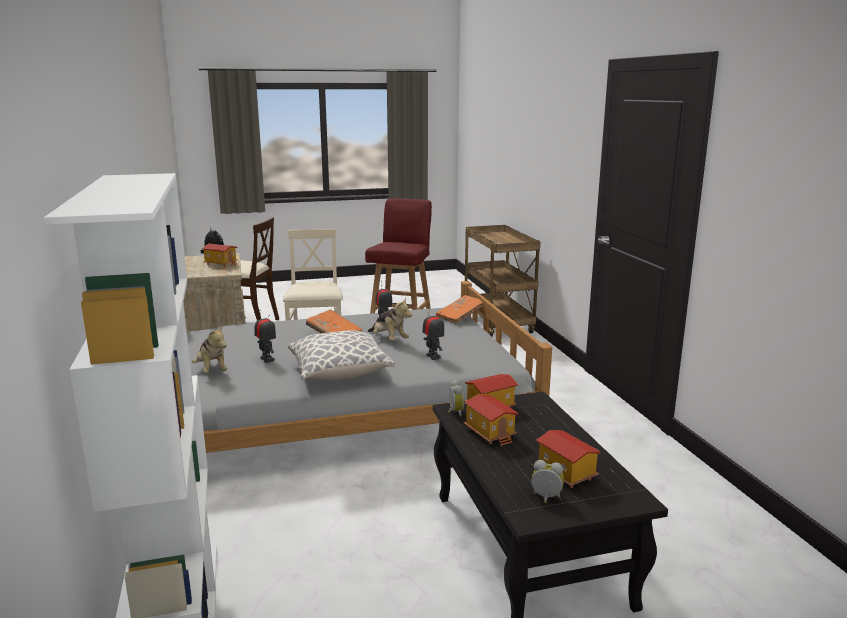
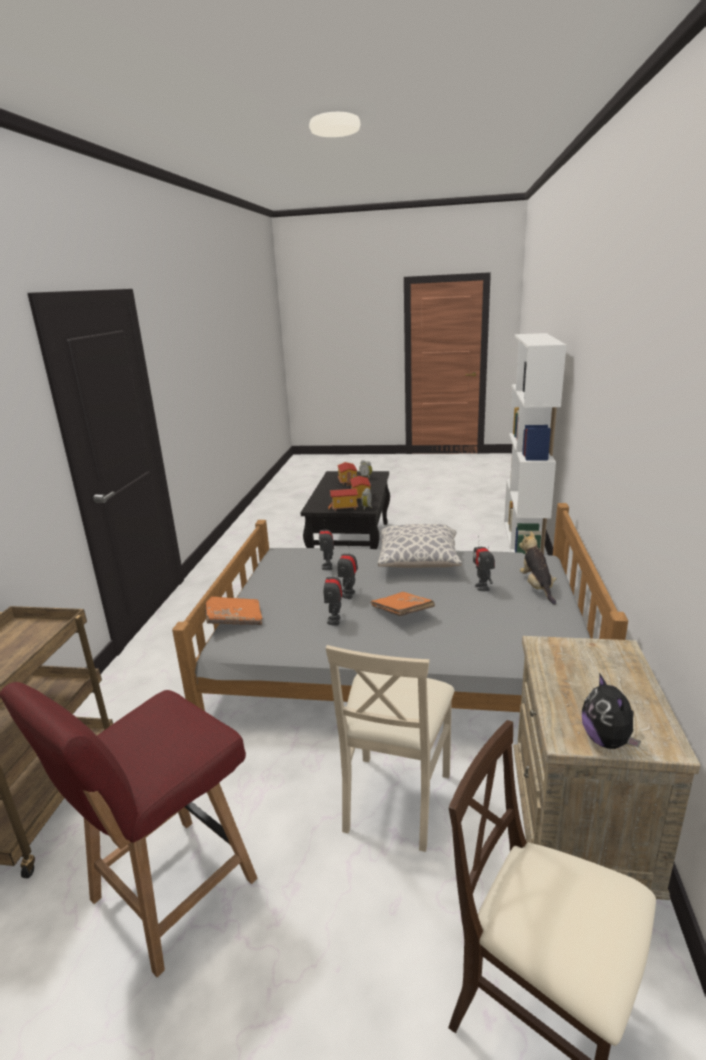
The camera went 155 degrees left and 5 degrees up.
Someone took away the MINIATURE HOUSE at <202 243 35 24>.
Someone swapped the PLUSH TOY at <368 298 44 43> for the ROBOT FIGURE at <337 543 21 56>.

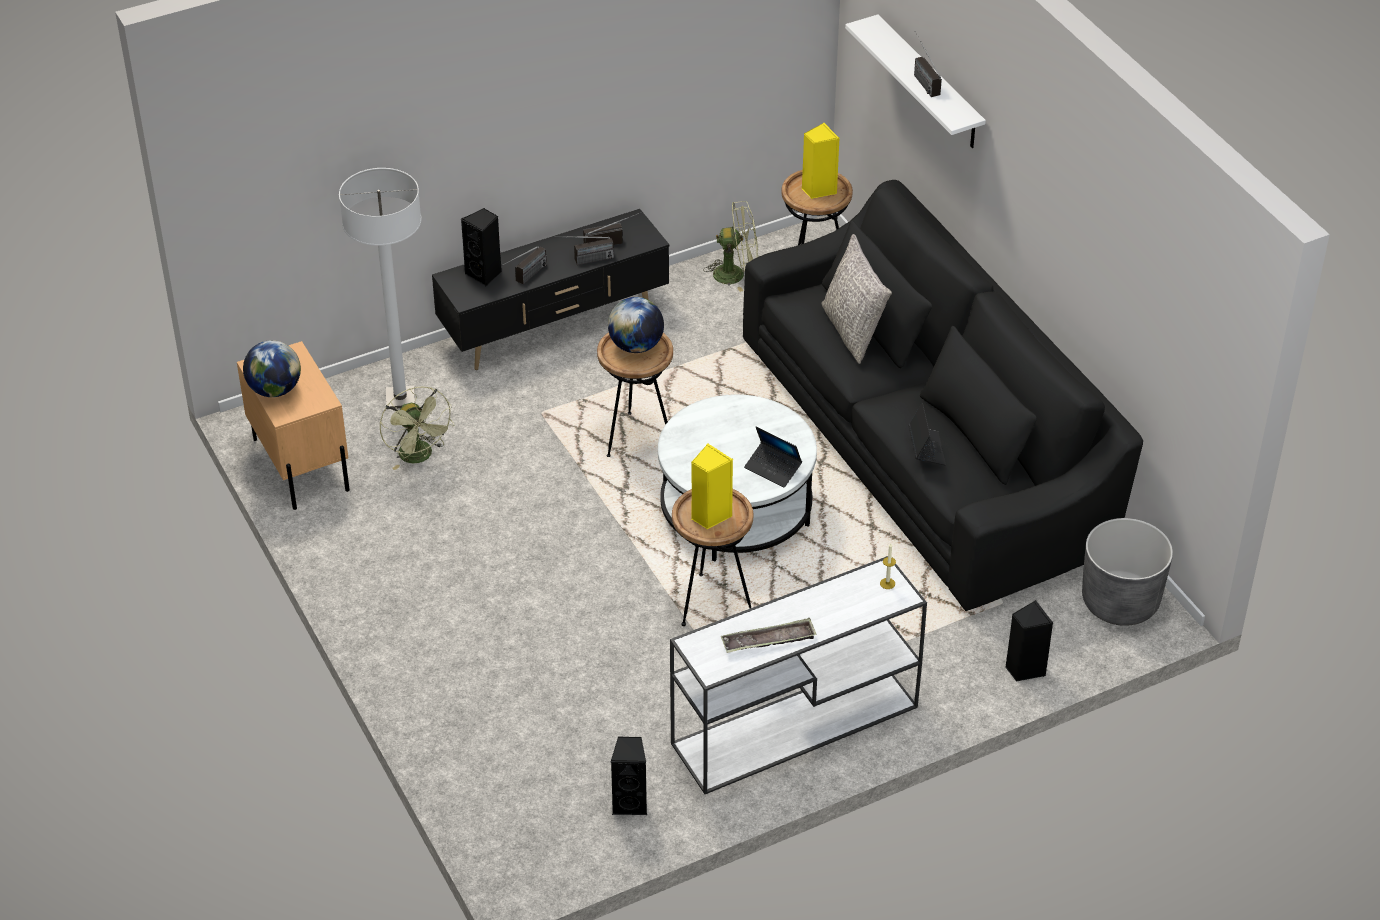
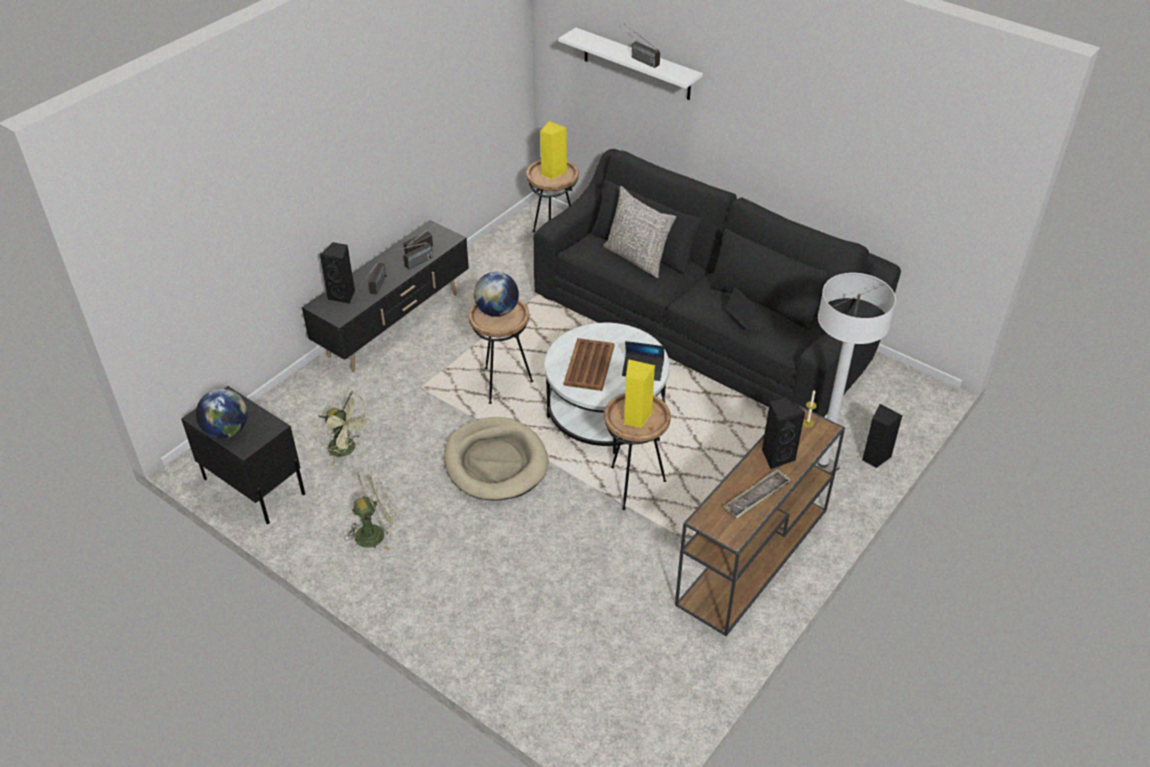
The camera went 25 degrees left and 0 degrees up.
Someone took away the GREY PLANTER at <1082 518 91 108>.
Someone put down the BEIGE DOG CUSHION at <444 417 105 84>.
Someone put down the BROWN SERVING TRAY at <564 338 51 53>.
Someone carried the WHITE STANDARD LAMP from <339 168 83 241> to <815 273 81 200>.
Someone carried the BLACKISH AUDIO SPEAKER from <611 736 36 79> to <762 396 43 73>.
Someone carried the GREEN-COLOURED ELECTRIC FAN from <703 201 55 91> to <345 469 53 82>.
Someone repainted the BEIGE NIGHT TABLE at <237 341 113 169>, which became the BLACKISH NIGHT TABLE at <181 386 124 138>.
Someone repainted the WHITE NARROW TABLE at <670 556 257 238>, which became the BROWN NARROW TABLE at <675 402 170 234>.

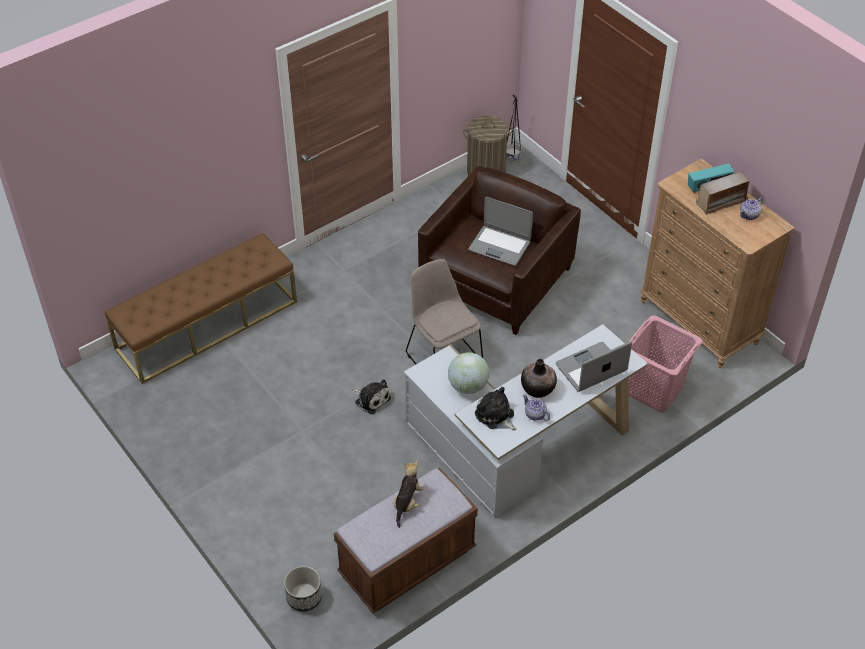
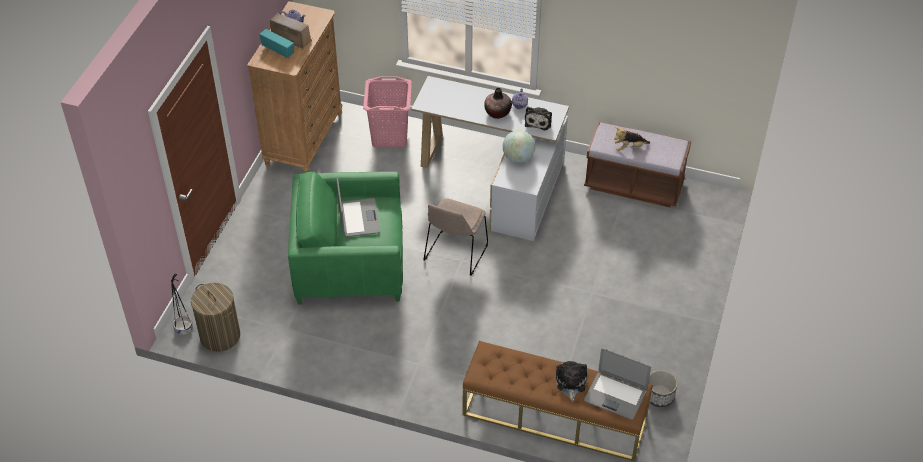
The camera went 125 degrees left and 0 degrees up.
Someone carried the PLANTER from <284 566 38 45> to <648 370 29 37>.
Someone carried the PLUSH TOY from <352 379 39 35> to <556 361 31 41>.
Someone carried the NOTEBOOK COMPUTER from <556 341 76 51> to <584 348 67 72>.
Someone repainted the BROWN EASY CHAIR at <418 166 163 169>, which became the GREEN-COLOURED EASY CHAIR at <288 171 115 134>.

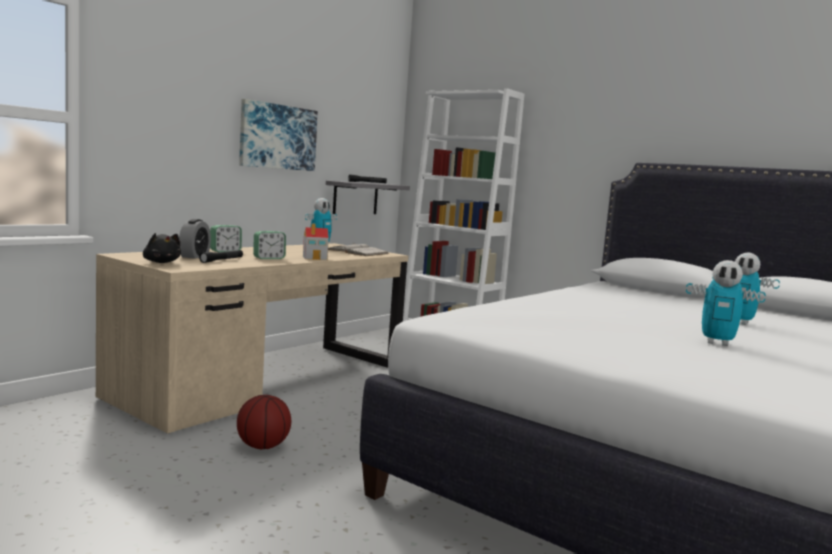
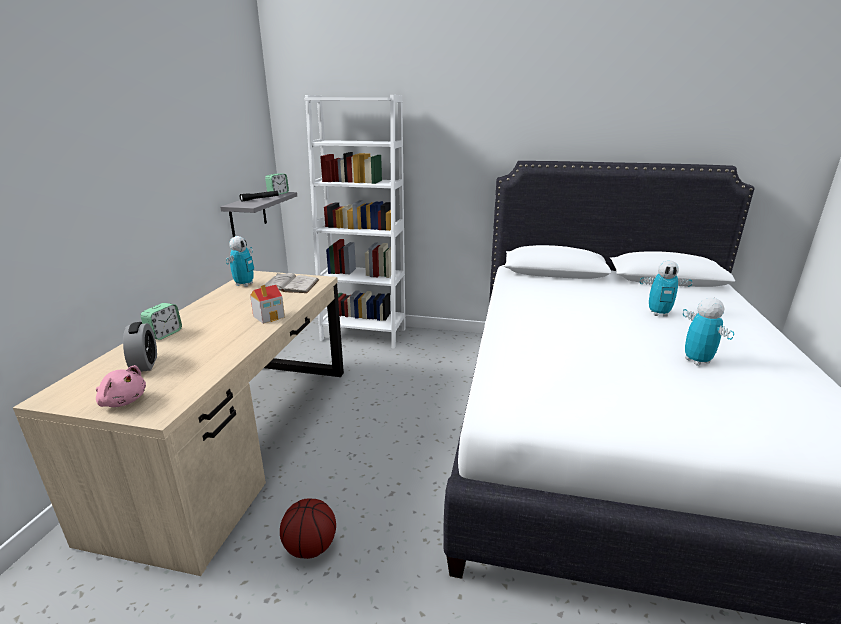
The camera went 25 degrees left and 15 degrees up.
Someone took away the BLACKISH FLASHLIGHT at <199 250 44 13>.
Someone took away the WALL PICTURE at <239 99 79 72>.
Someone carried the TABLE CLOCK from <253 231 33 28> to <265 173 24 22>.
Someone repainted the BLACKISH PLUSH TOY at <143 233 38 30>, which became the PINKISH PLUSH TOY at <96 365 50 42>.
Someone rotated the ROBOT FIGURE at <686 260 80 86> by 105 degrees counterclockwise.

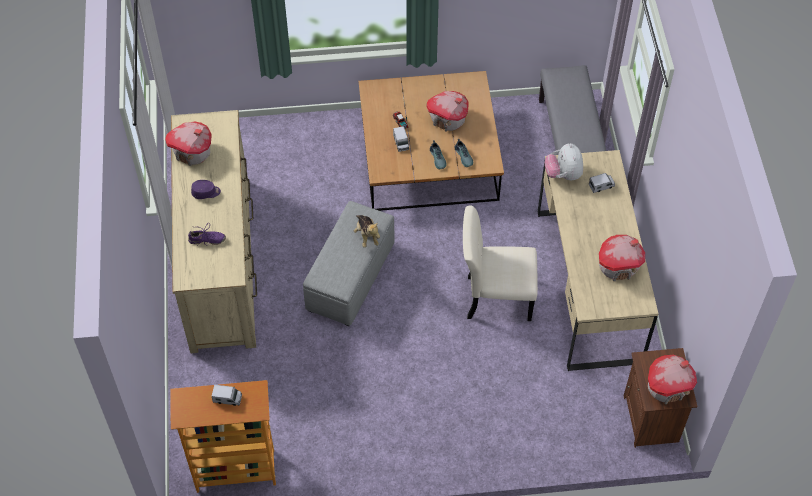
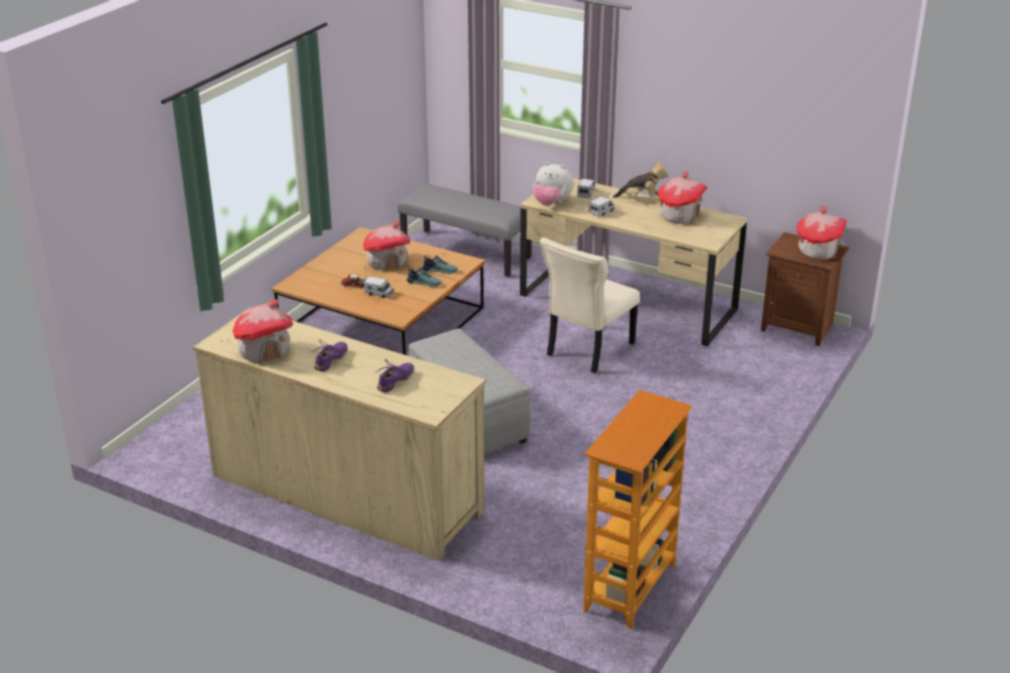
The camera went 55 degrees left and 25 degrees down.
Someone carried the MODEL TRUCK from <212 385 30 21> to <589 196 26 21>.
Someone carried the PLUSH TOY from <354 215 26 33> to <613 162 55 38>.
Someone swapped the PURPLE-COLOURED PEAKED CAP at <191 180 30 19> for the PURPLE-COLOURED LOW SHOE at <312 339 36 33>.

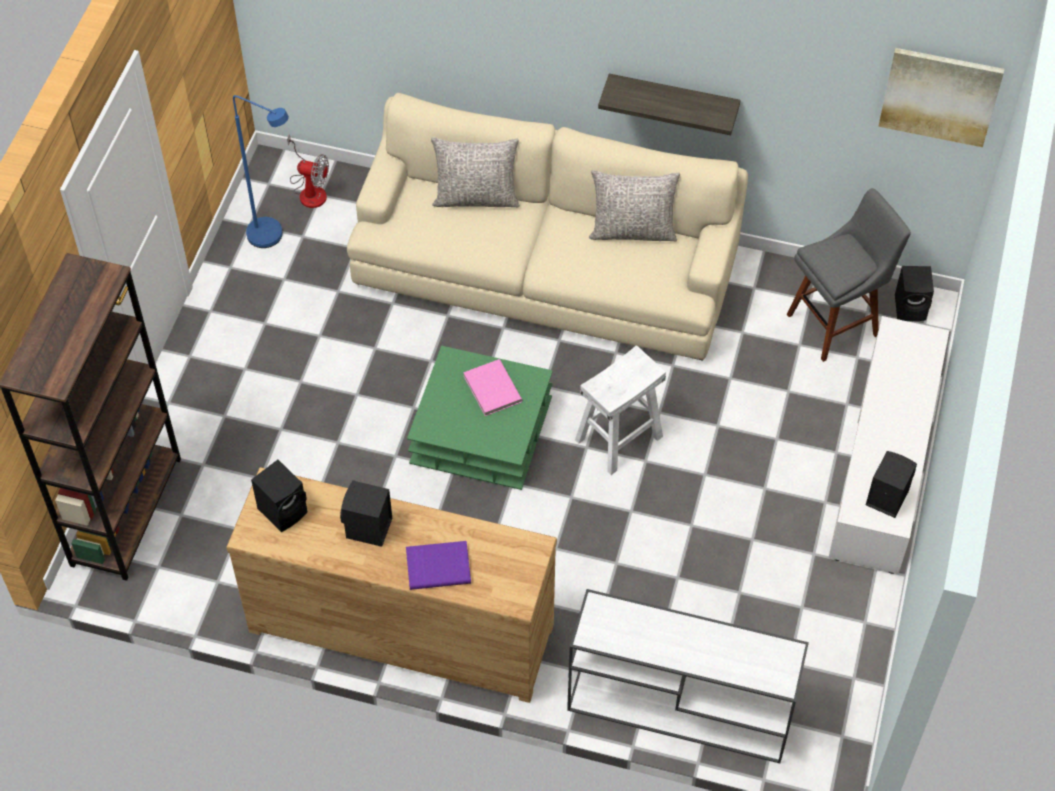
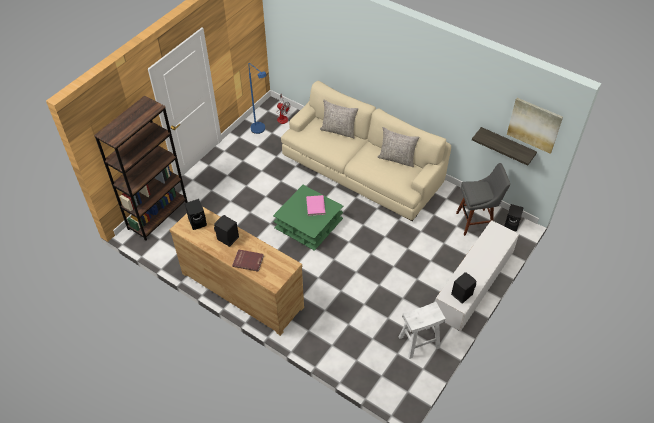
The camera went 20 degrees right and 5 degrees down.
Someone took away the WHITE NARROW TABLE at <567 589 242 174>.
Someone carried the WHITE STOOL SEAT from <575 345 91 130> to <399 302 47 57>.
Someone carried the BRACKET SHELF from <598 74 143 61> to <472 127 65 39>.
Someone repainted the PURPLE-COLOURED BOUND BOOK at <406 541 65 49>, which became the REDDISH BOUND BOOK at <232 249 32 23>.

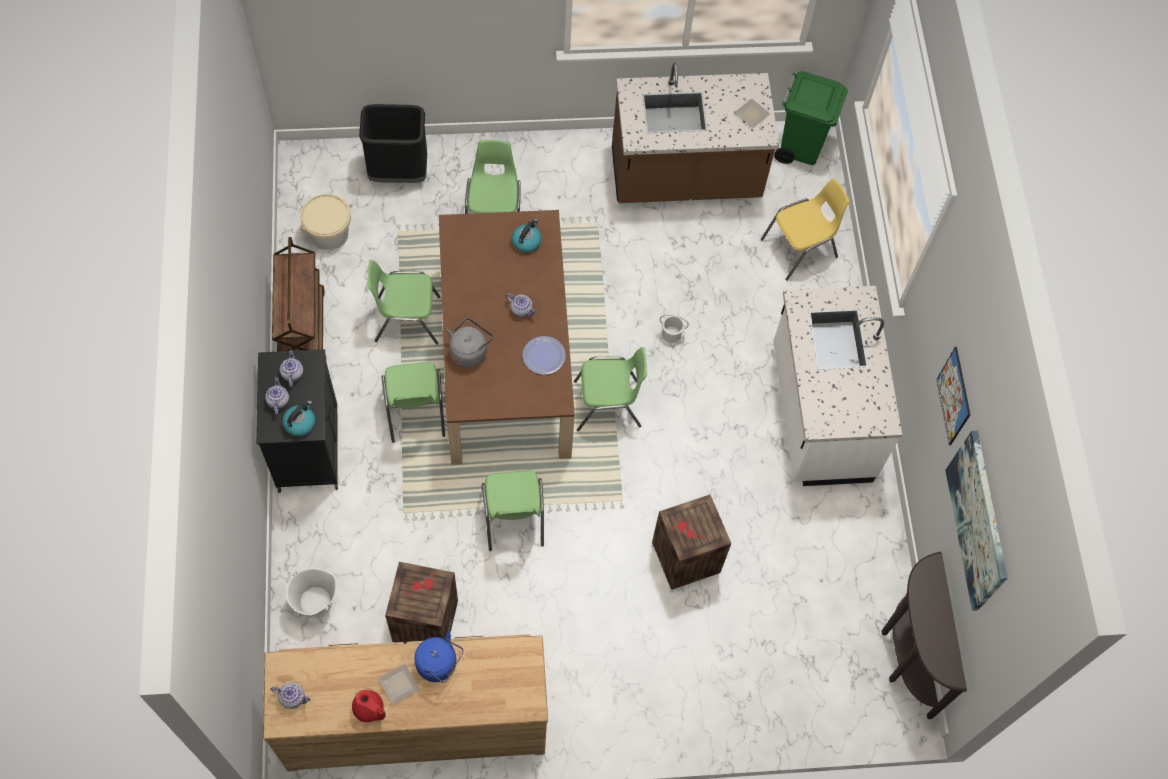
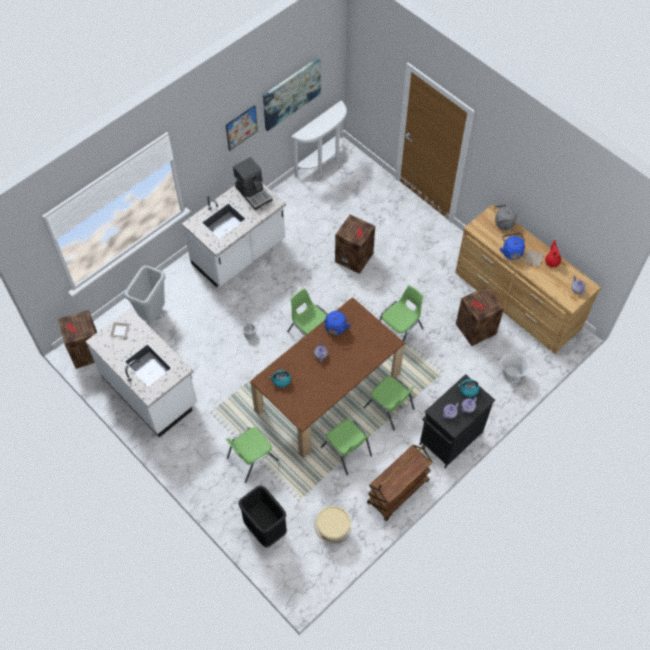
The camera went 125 degrees left and 5 degrees down.
Someone put down the COFFEE BREWER at <233 157 40 53>.
Someone carried the GREY TEA KETTLE from <447 318 46 50> to <495 205 22 25>.
Someone swapped the FLAT DISH at <523 336 43 39> for the BLUISH TEA KETTLE at <323 311 28 24>.
Someone swapped the YELLOW UPRIGHT CHAIR at <761 178 89 103> for the GREY RUBBISH BIN at <124 266 41 56>.
Someone swapped the GREEN-COLOURED RUBBISH BIN at <774 71 74 94> for the CRATE at <58 310 39 59>.
Someone repainted the BROWN KITCHEN BASE UNIT at <612 63 167 140>, which became the WHITE KITCHEN BASE UNIT at <86 308 111 129>.
Someone repainted the BROWN NARROW TABLE at <881 551 86 168>, which became the WHITE NARROW TABLE at <291 100 56 77>.
Someone rotated the GREEN-COLOURED UPRIGHT CHAIR at <382 362 63 81> by 90 degrees clockwise.

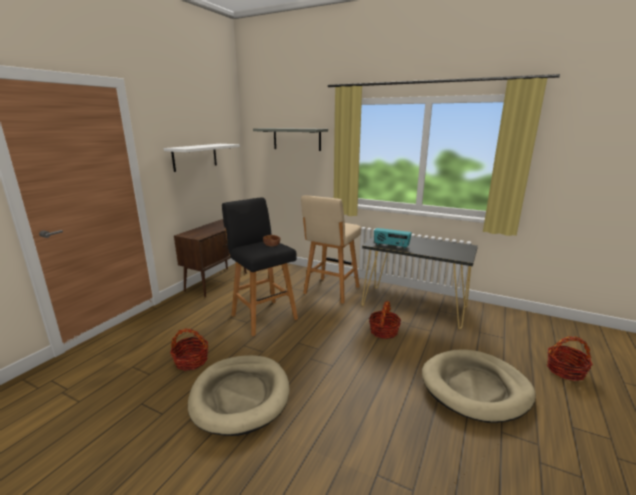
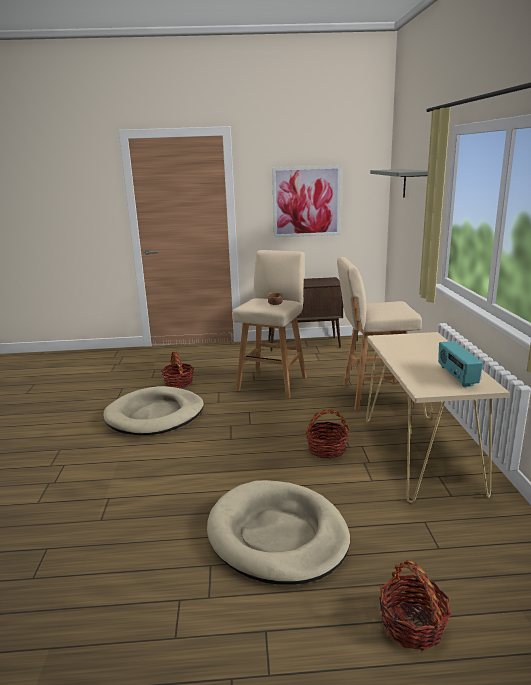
The camera went 60 degrees right and 0 degrees up.
Someone carried the RADIO SET from <374 228 38 21> to <438 341 45 46>.
Someone swapped the WHITE BRACKET SHELF at <163 144 77 28> for the WALL PICTURE at <272 165 69 73>.
Someone repainted the BLACKISH STOOL SEAT at <222 198 76 138>, which became the BEIGE STOOL SEAT at <232 250 75 149>.
Someone repainted the BLACKISH NARROW TABLE at <362 236 116 93>, which became the BEIGE NARROW TABLE at <366 332 144 171>.

